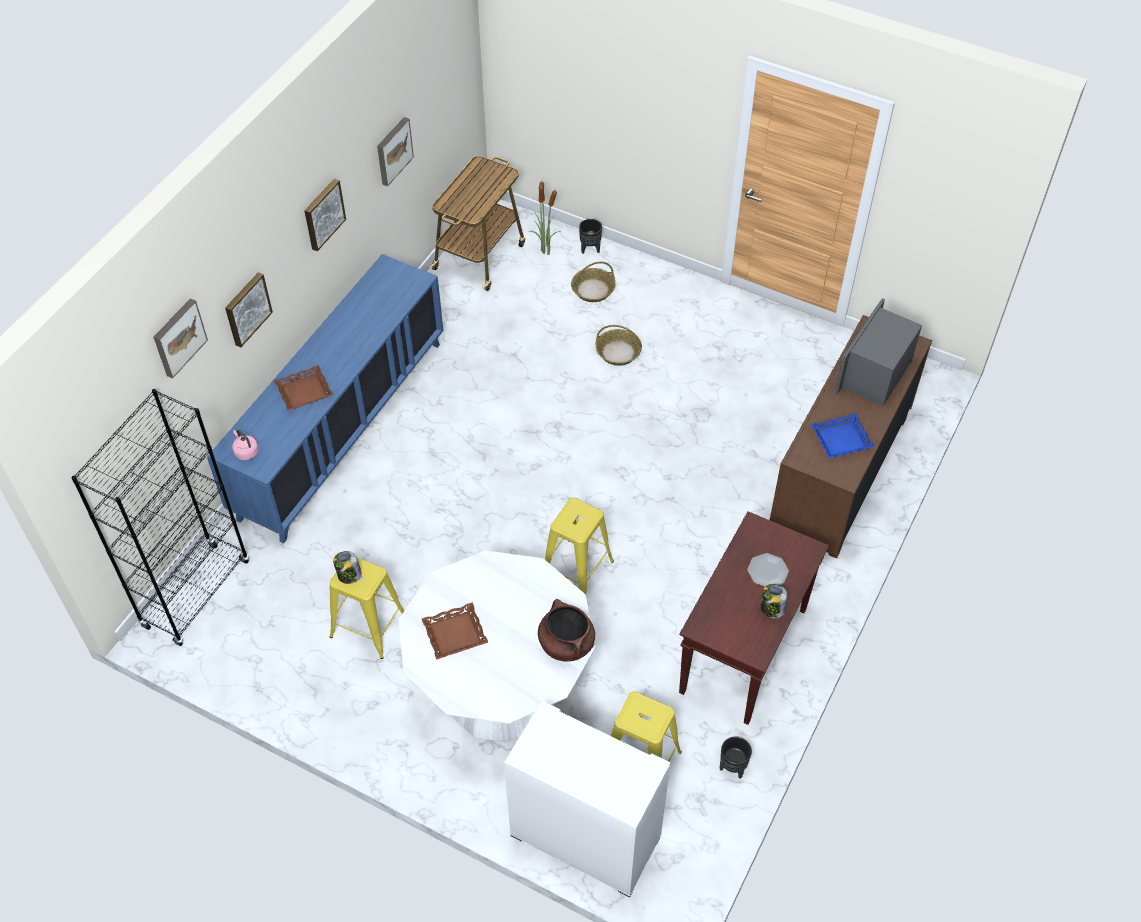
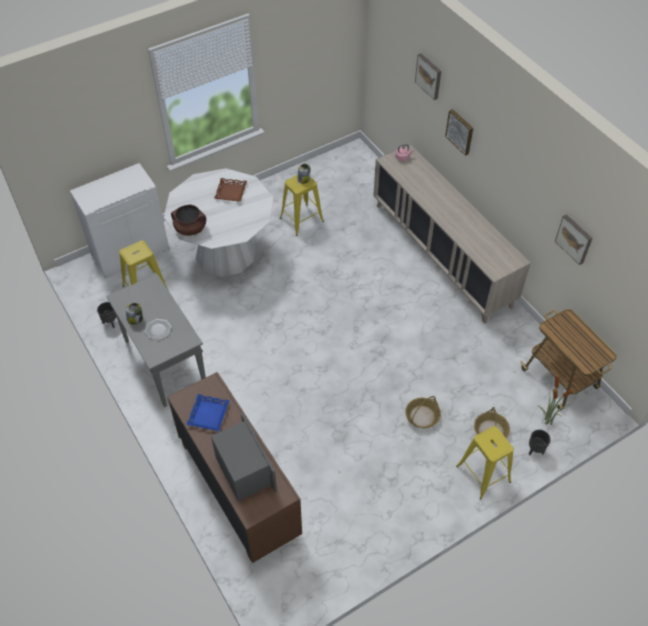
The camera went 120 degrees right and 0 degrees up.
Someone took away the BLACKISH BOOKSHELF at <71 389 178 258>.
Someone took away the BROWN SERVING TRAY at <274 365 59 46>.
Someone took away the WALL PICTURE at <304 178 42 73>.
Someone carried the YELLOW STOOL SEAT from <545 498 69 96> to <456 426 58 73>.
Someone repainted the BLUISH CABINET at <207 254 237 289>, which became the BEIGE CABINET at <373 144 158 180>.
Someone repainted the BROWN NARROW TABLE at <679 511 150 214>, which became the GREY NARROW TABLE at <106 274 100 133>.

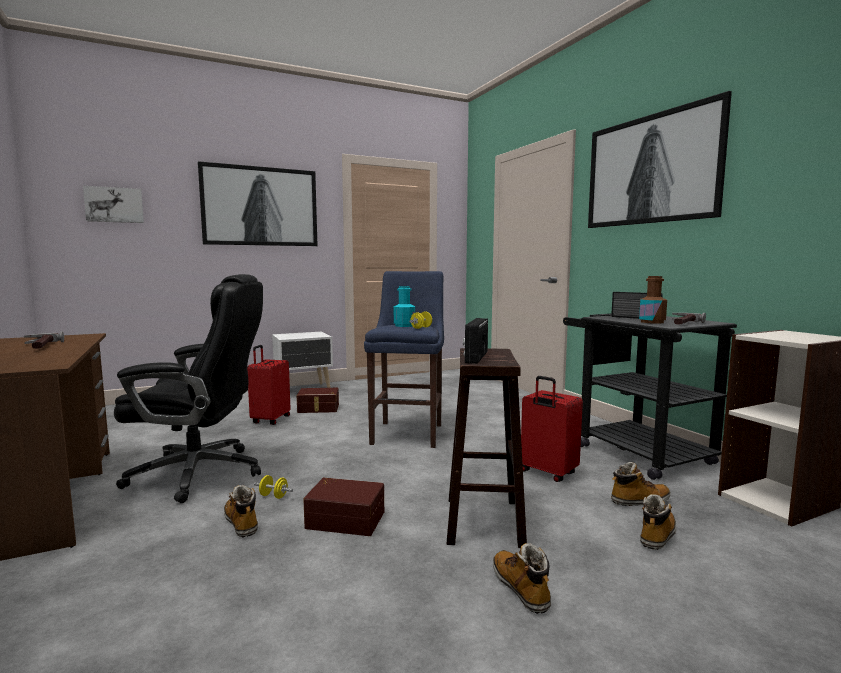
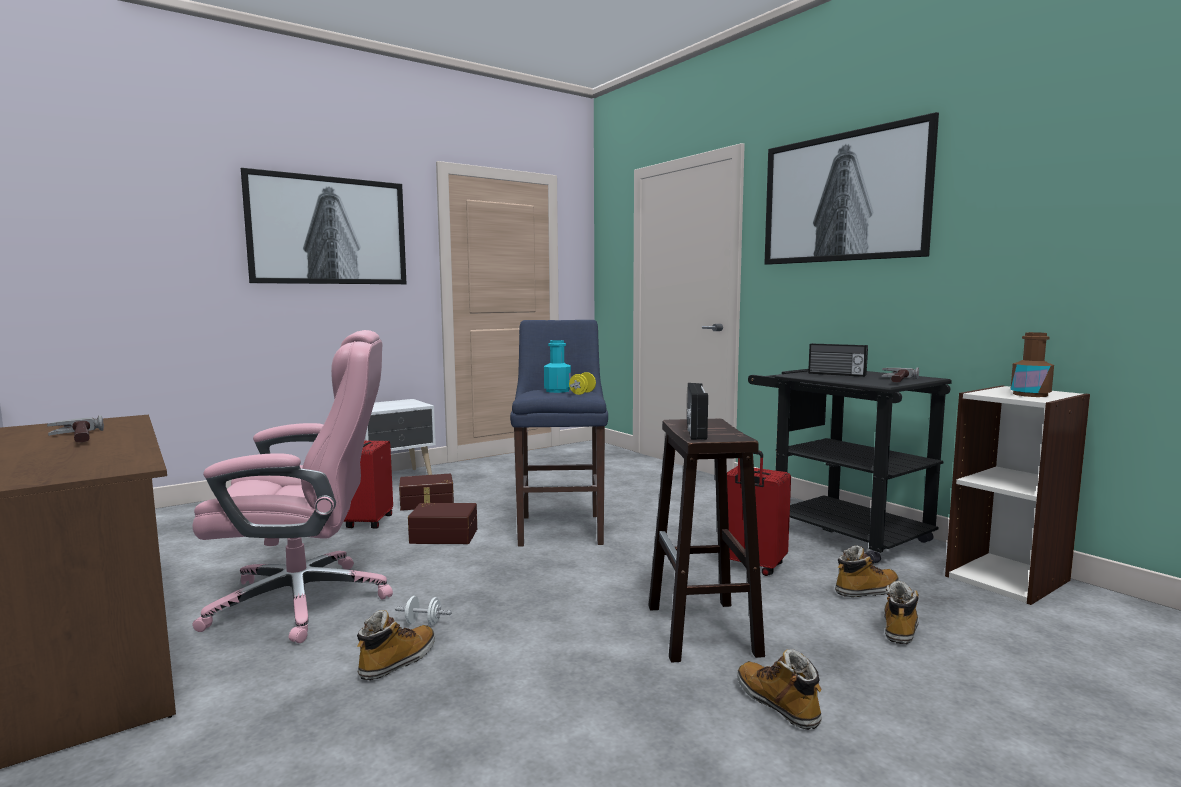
The camera went 10 degrees left and 0 degrees up.
Someone took away the WALL PICTURE at <83 186 61 37>.
Someone carried the BROWN STORAGE BOX from <304 478 80 58> to <408 503 69 41>.
Someone carried the BROWN DRINK BOTTLE from <639 276 28 48> to <1010 332 44 65>.
Someone repainted the BLACKISH OFFICE CHAIR at <114 274 149 229>, which became the PINKISH OFFICE CHAIR at <192 330 201 313>.
Someone repainted the YELLOW FREE WEIGHT at <254 475 39 24>, which became the WHITE FREE WEIGHT at <395 596 56 30>.
Someone rotated the HIGH-TOP BOOT at <224 484 34 54> by 75 degrees clockwise.

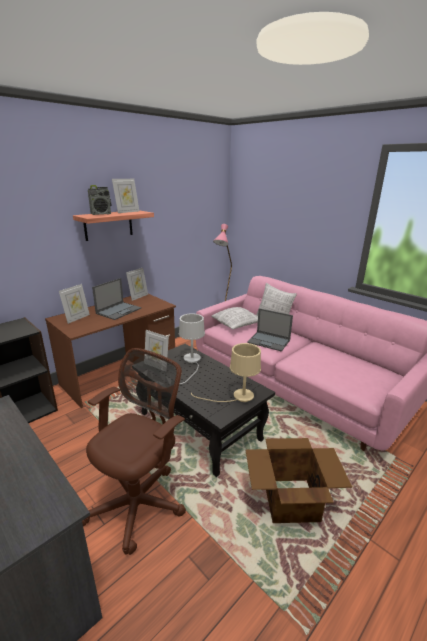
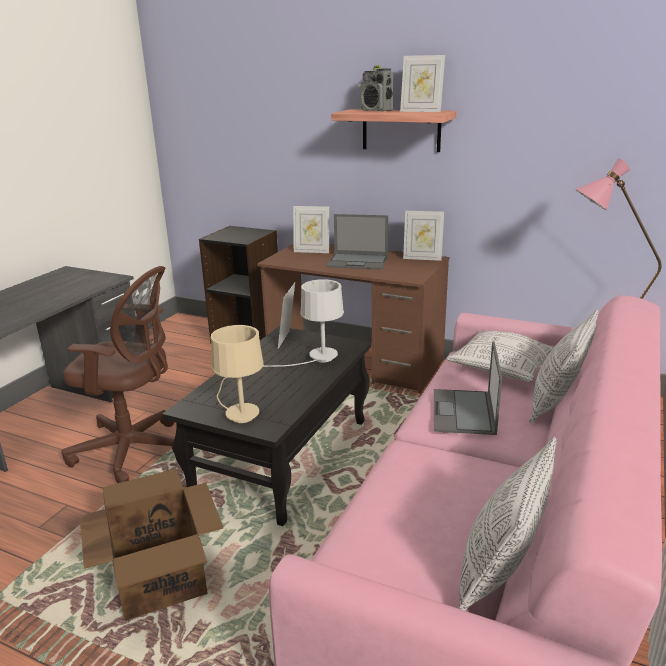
The camera went 70 degrees right and 0 degrees up.
Someone put down the PILLOW at <458 437 99 174>.

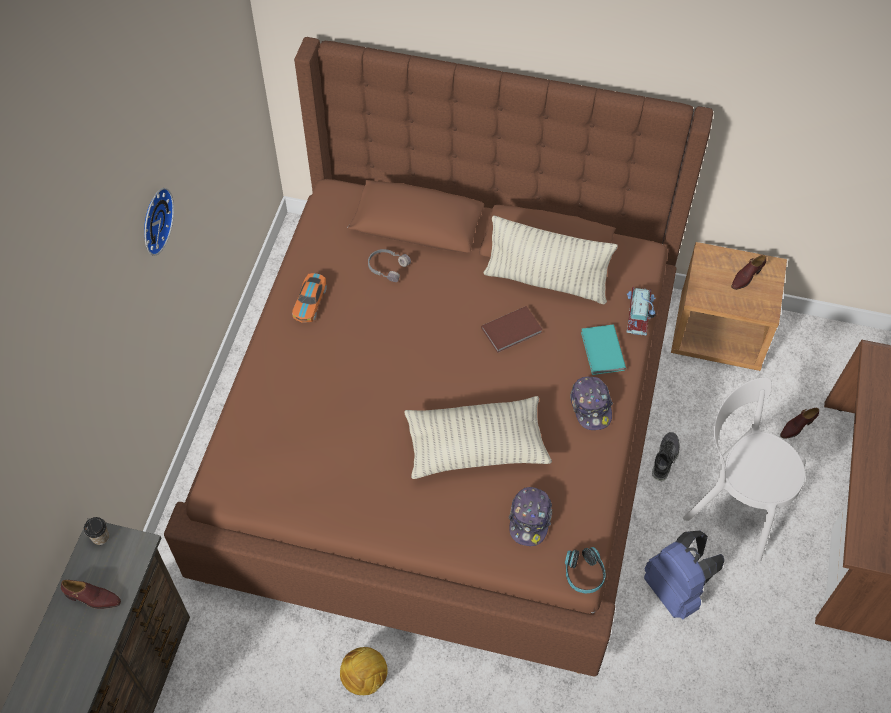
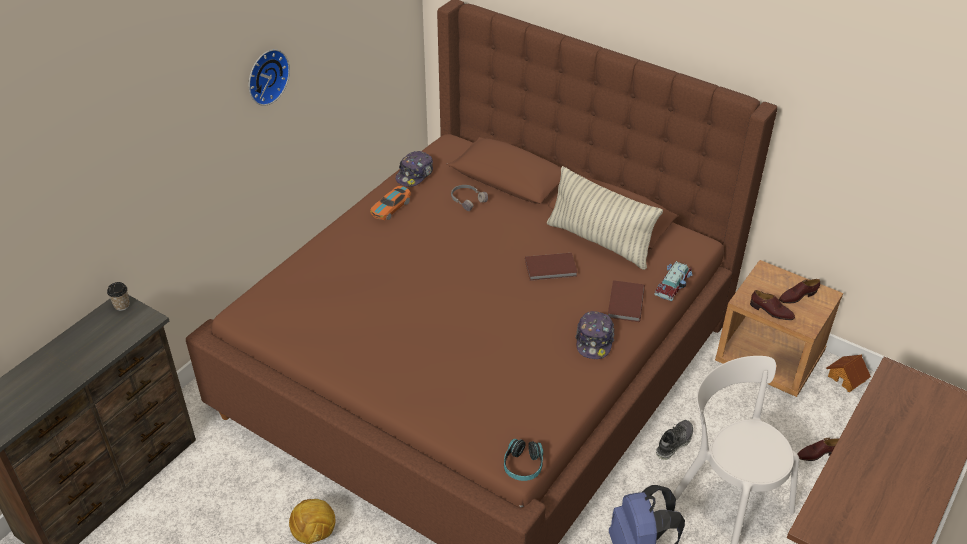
The camera went 20 degrees right and 15 degrees down.
Someone took away the PILLOW at <404 396 148 83>.
Someone put down the MINIATURE HOUSE at <826 355 45 37>.
Someone carried the BROWN LOW SHOE from <61 580 60 29> to <750 290 45 30>.
Someone carried the PEAKED CAP from <509 487 43 59> to <396 151 37 36>.
Someone repainted the TURQUOISE-COLOURED BOUND BOOK at <581 325 45 50>, which became the BROWN BOUND BOOK at <608 280 37 42>.

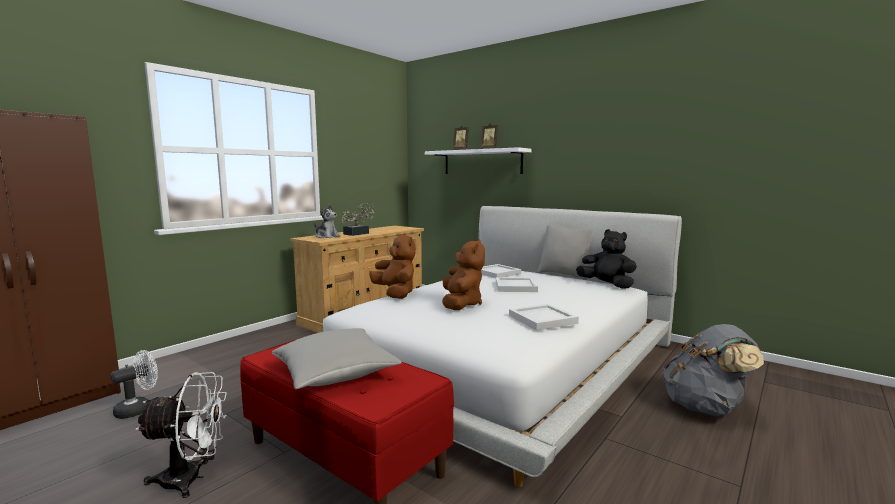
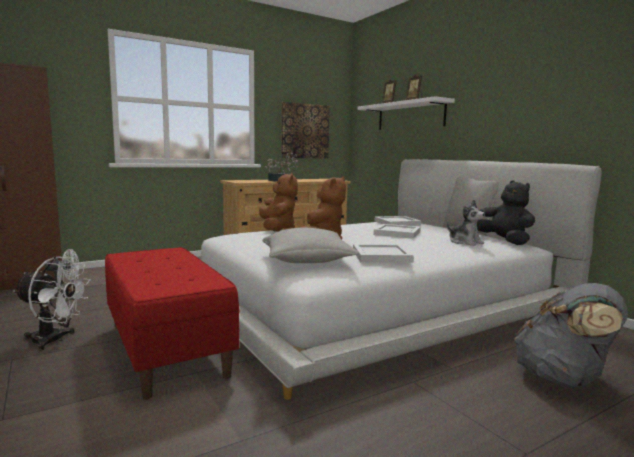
The camera went 20 degrees right and 0 degrees up.
Someone put up the WALL PICTURE at <281 102 49 57>.
Someone carried the GREY PILLOW from <272 328 130 61> to <262 228 97 35>.
Someone carried the PLUSH TOY from <314 204 26 34> to <447 200 38 46>.

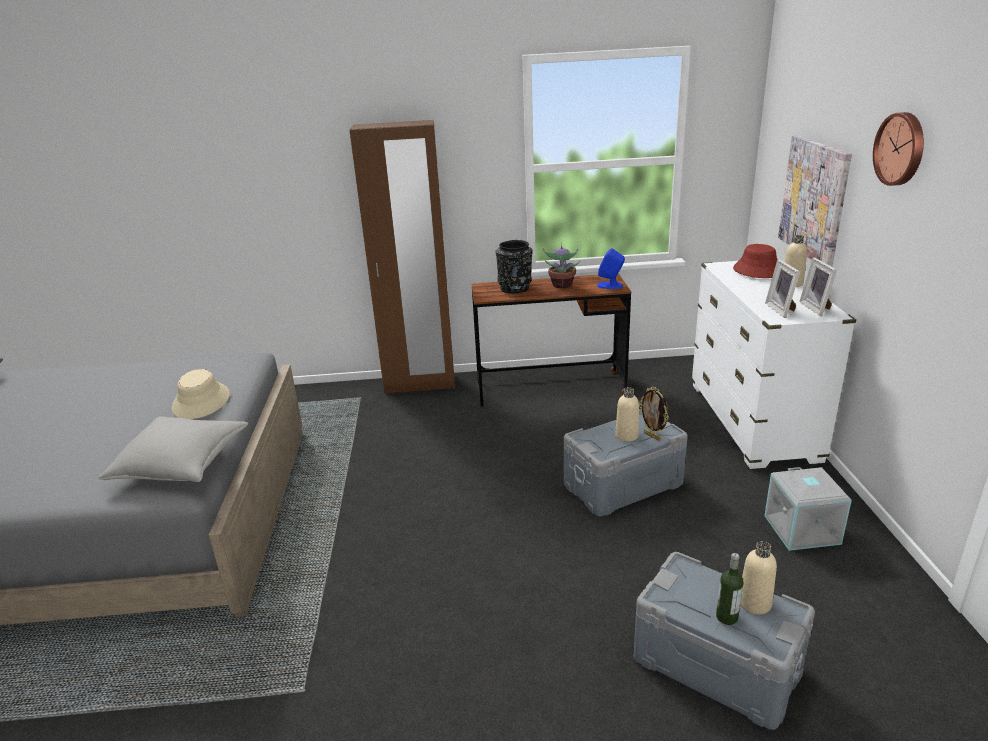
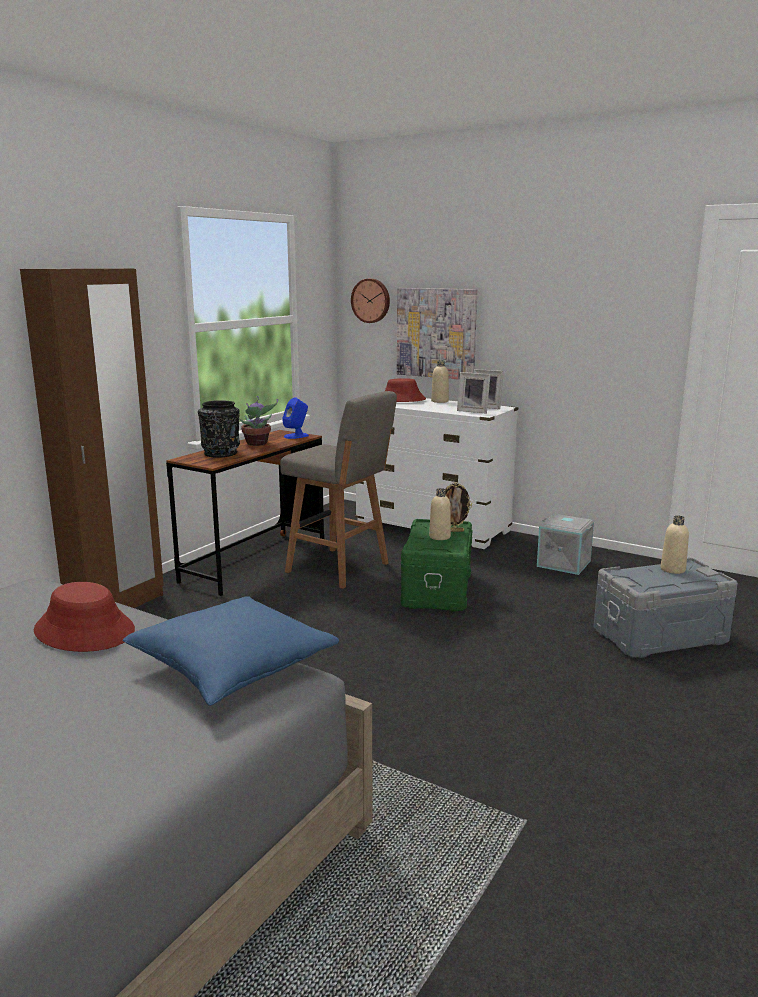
The camera went 55 degrees left and 10 degrees down.
Someone took away the DRINK BOTTLE at <716 553 28 72>.
Someone put down the GREY STOOL SEAT at <280 391 117 198>.
Someone carried the HANGING CLOCK from <873 112 51 74> to <351 279 39 44>.
Someone repainted the GREY PILLOW at <98 416 150 66>, which became the BLUISH PILLOW at <123 596 216 110>.
Someone repainted the BEIGE WEARABLE HAT at <172 369 58 50>, which became the REDDISH WEARABLE HAT at <34 582 101 70>.
Someone repainted the GREY STORAGE BOX at <564 409 124 108>, which became the GREEN-COLOURED STORAGE BOX at <401 519 71 93>.

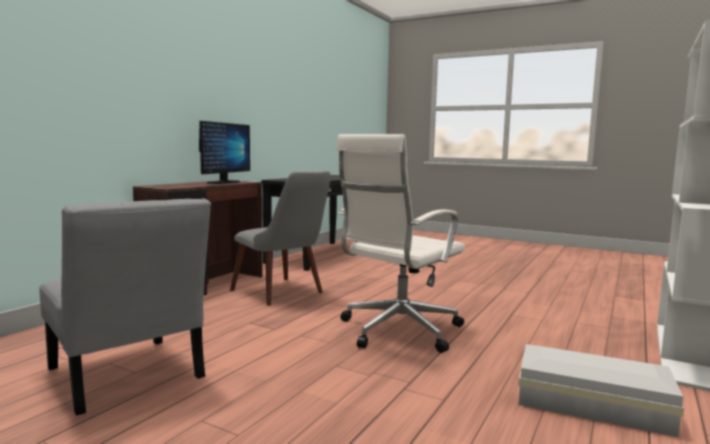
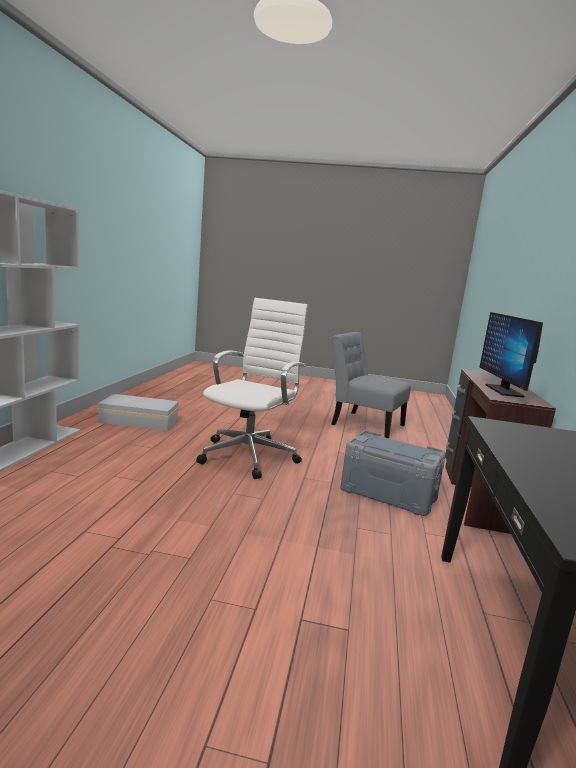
The camera went 160 degrees right and 5 degrees up.
Someone swapped the GREY UPRIGHT CHAIR at <230 171 100 135> for the GREY STORAGE BOX at <340 431 106 85>.

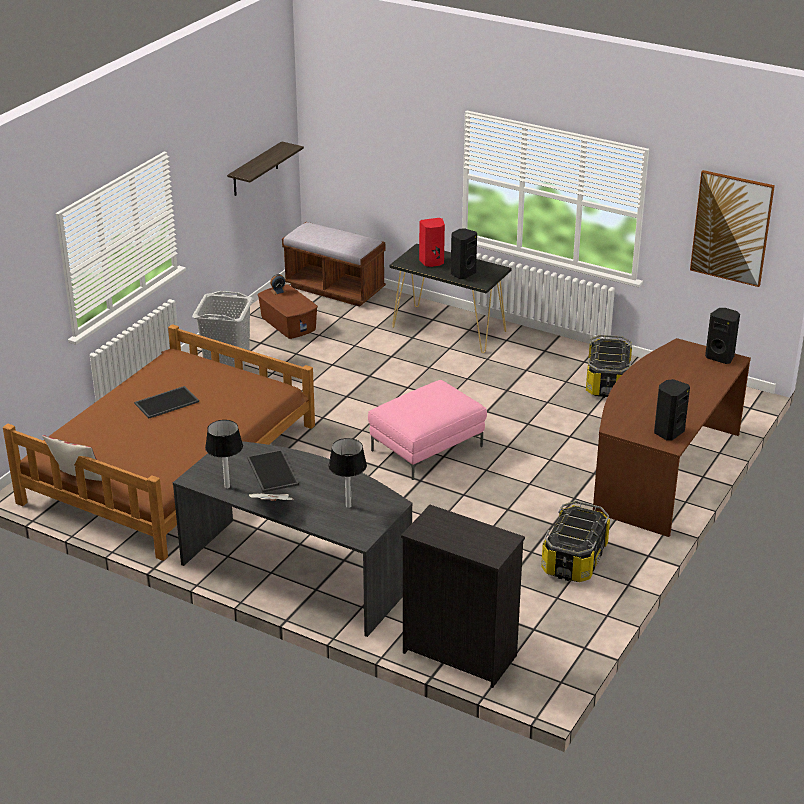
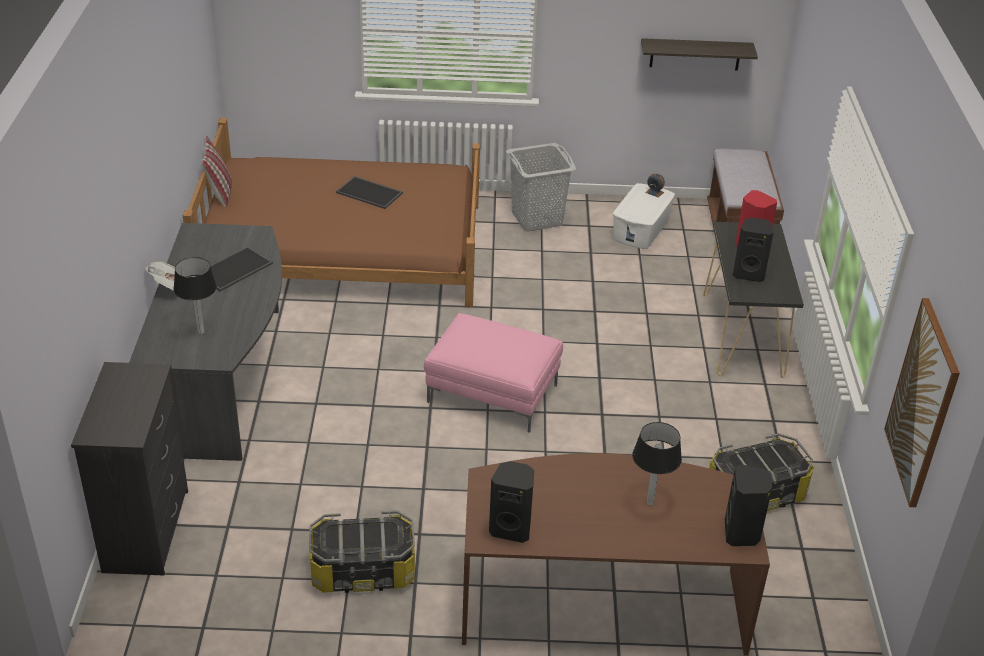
The camera went 60 degrees right and 5 degrees up.
Someone carried the TABLE LAMP from <205 420 38 69> to <632 422 50 84>.
Someone repainted the BROWN STORAGE BOX at <258 284 60 55>, which became the WHITE STORAGE BOX at <613 183 62 66>.

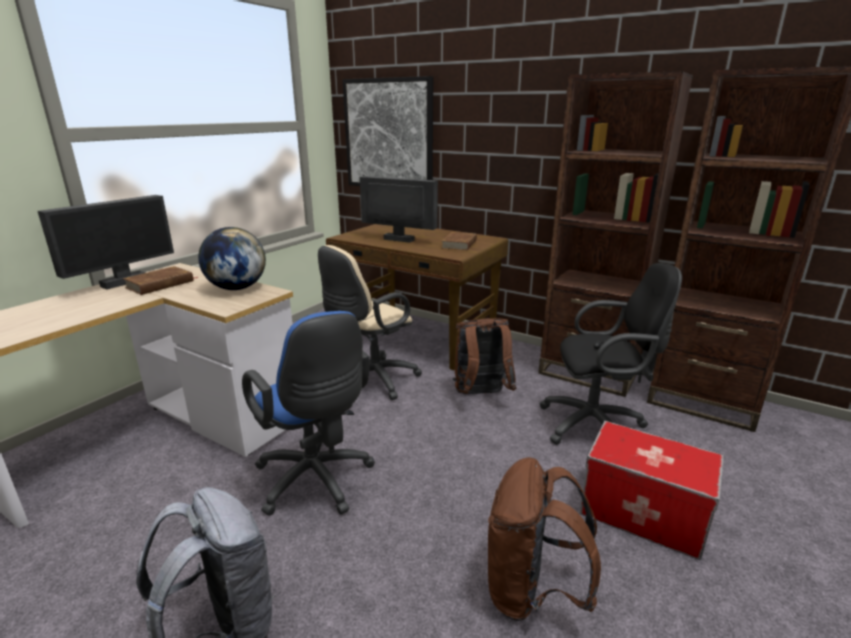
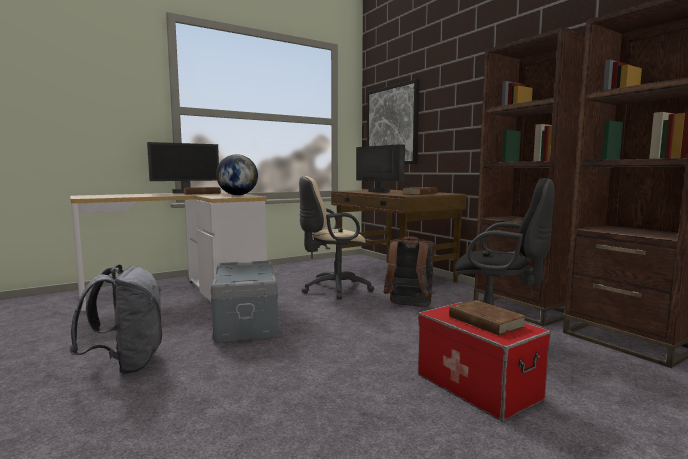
The camera went 25 degrees right and 15 degrees down.
Someone took away the BROWN RUCKSACK at <488 457 113 164>.
Someone put down the BROWN BOUND BOOK at <449 300 78 38>.
Someone swapped the BLUISH OFFICE CHAIR at <242 311 133 205> for the GREY STORAGE BOX at <211 261 68 82>.

